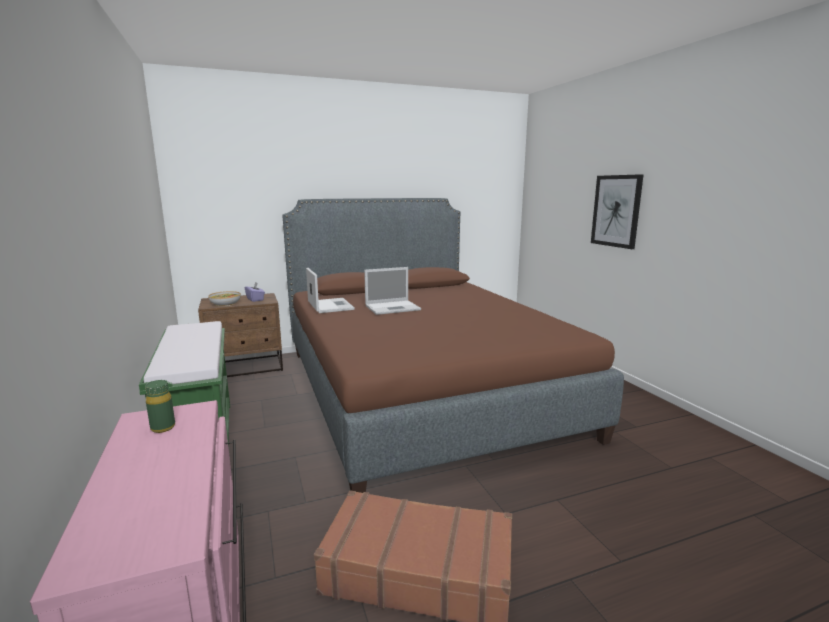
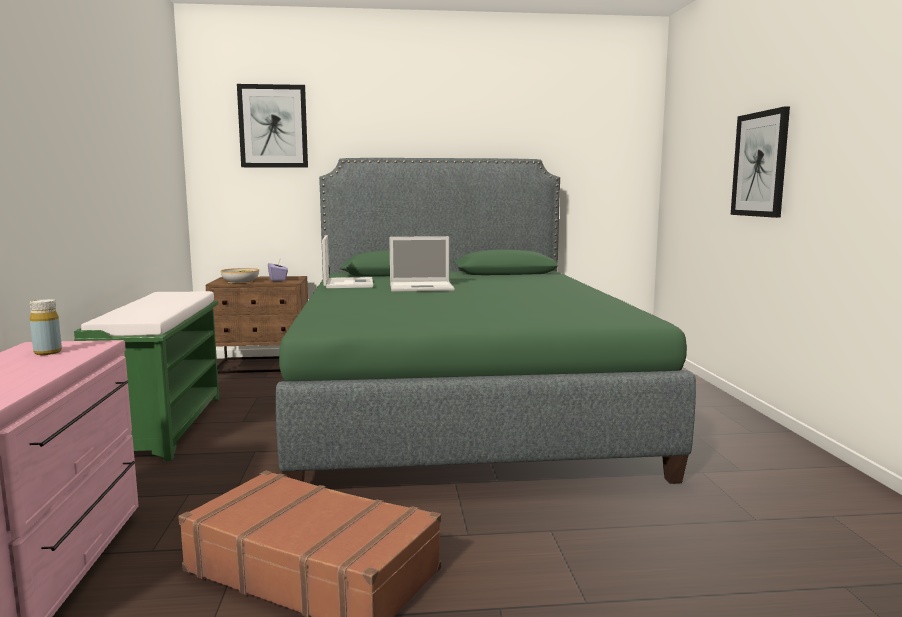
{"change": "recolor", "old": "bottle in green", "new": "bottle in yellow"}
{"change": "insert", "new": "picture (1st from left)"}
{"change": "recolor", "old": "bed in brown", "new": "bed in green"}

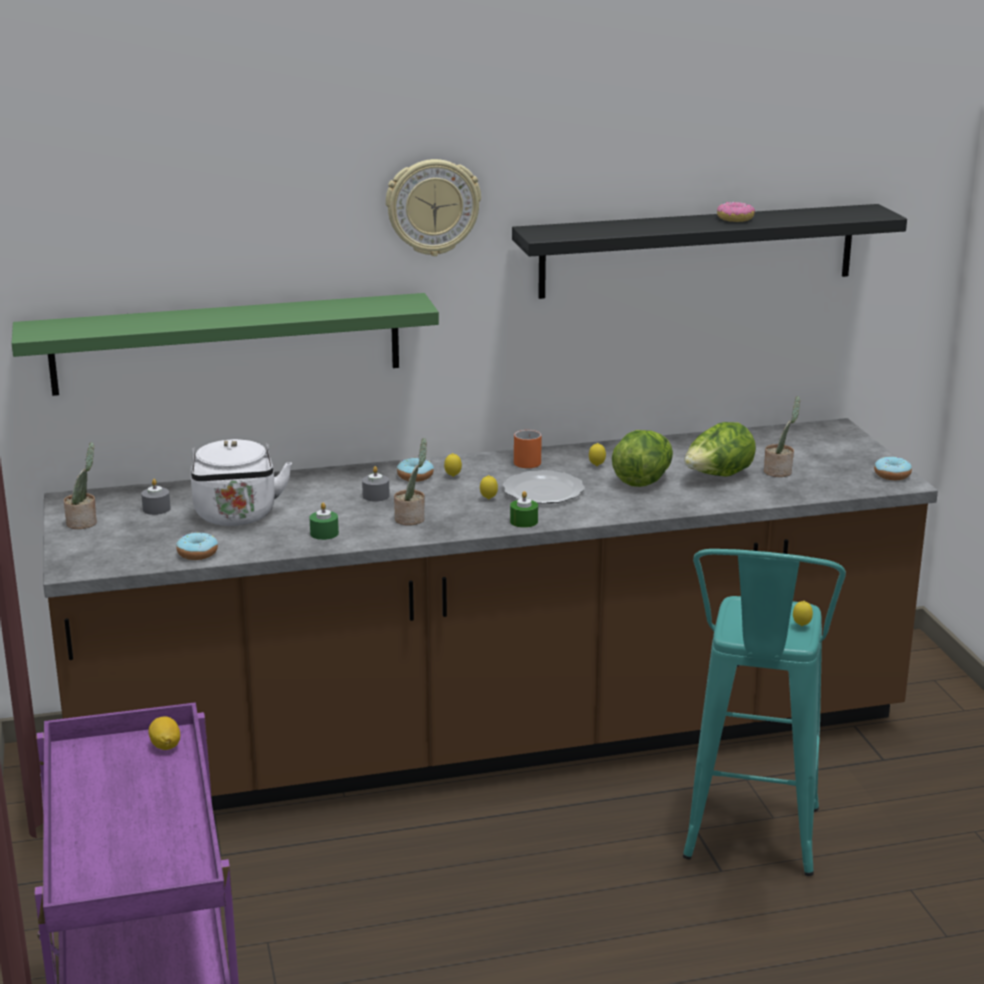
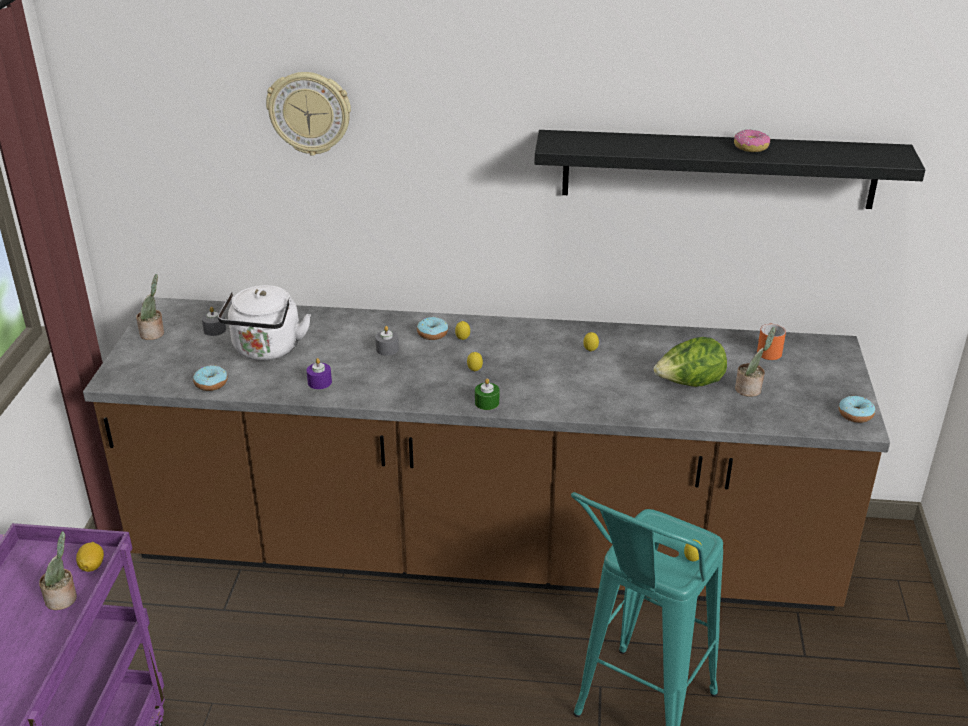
{"change": "move", "old": "potted plant (2nd from left in the first image)", "new": "potted plant (1st from left)"}
{"change": "move", "old": "wall clock"}
{"change": "recolor", "old": "candle in green (1st from left)", "new": "candle in purple"}
{"change": "move", "old": "mug in orange"}
{"change": "delete", "old": "shelf in green"}
{"change": "delete", "old": "plate"}
{"change": "delete", "old": "lettuce (1st from left)"}

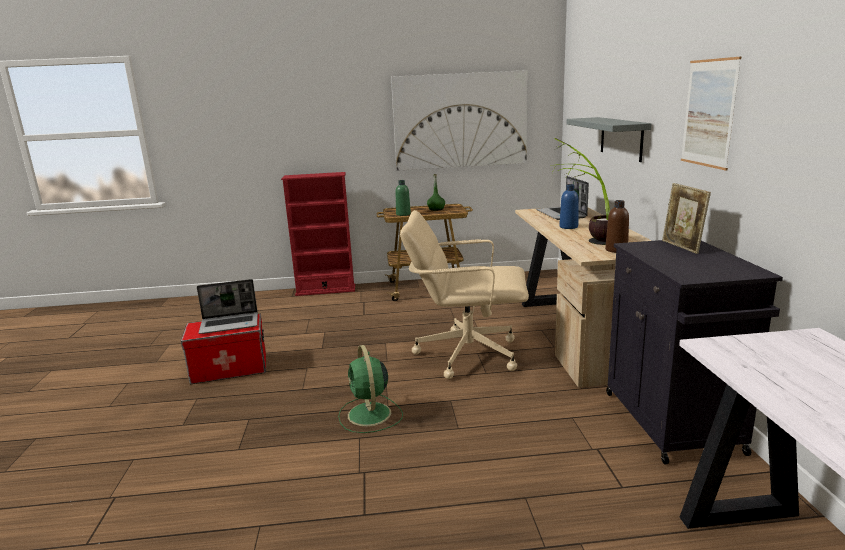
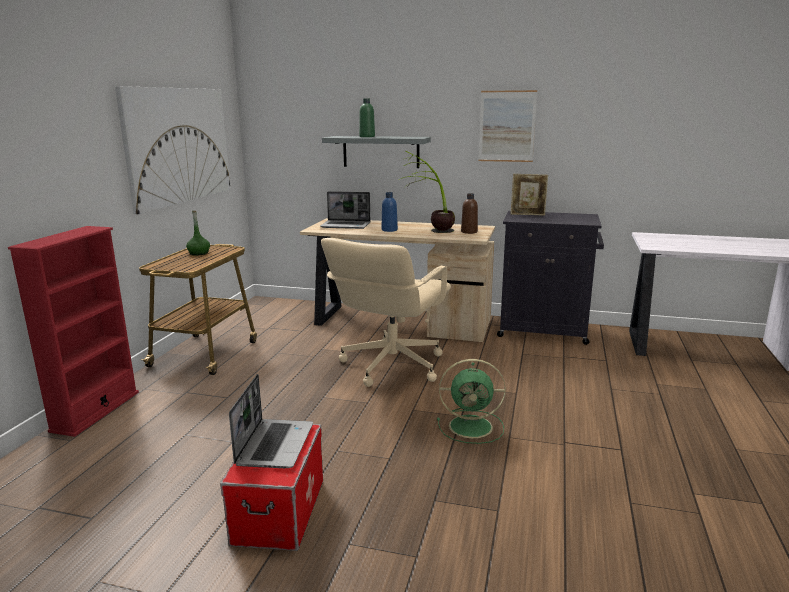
{"change": "move", "old": "bottle in green (1st from left in the first image)", "new": "bottle in green (2nd from left)"}

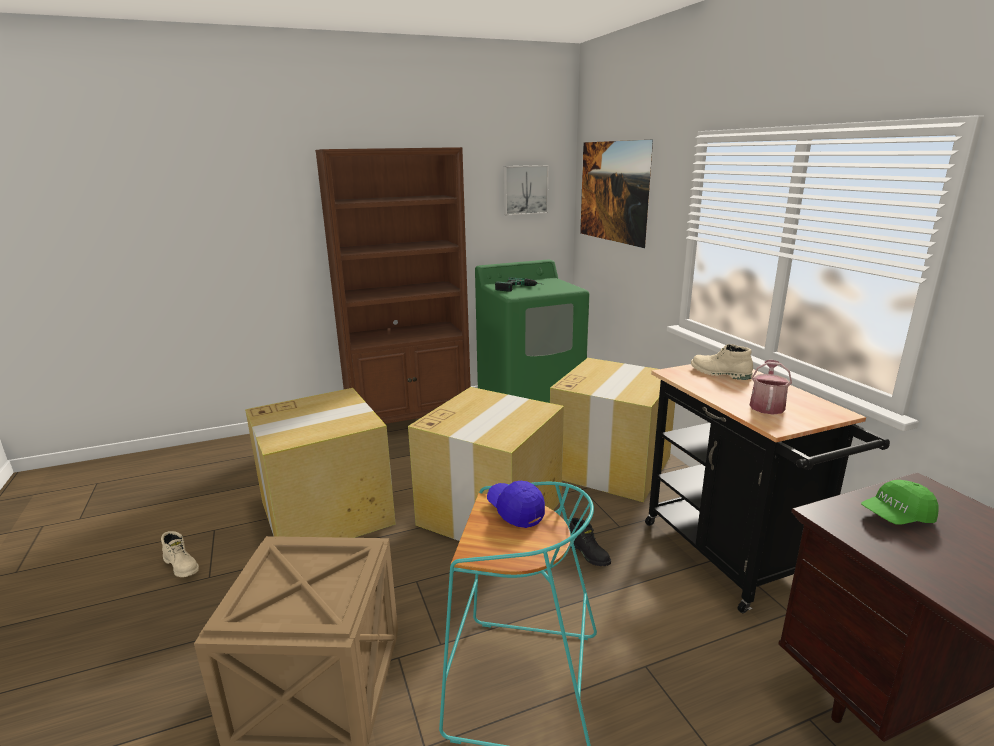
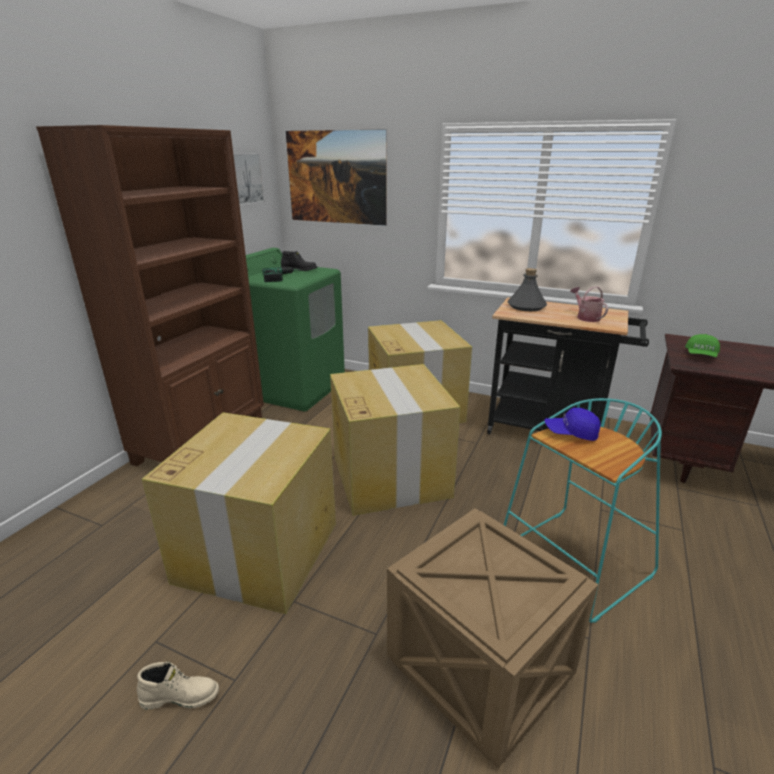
{"change": "move", "old": "boot in black"}
{"change": "replace", "old": "boot in beige (2nd from left)", "new": "bottle in grey"}

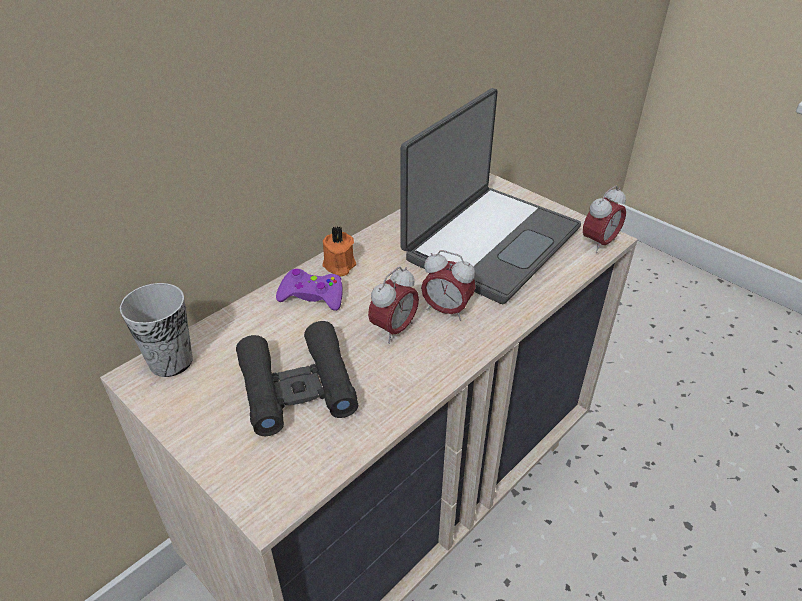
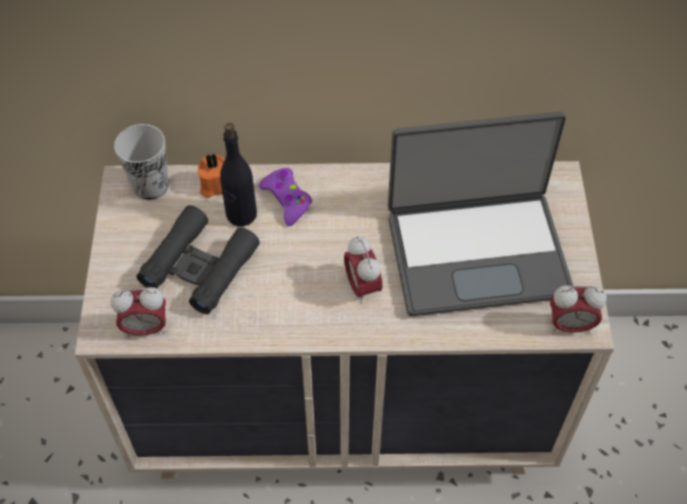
{"change": "move", "old": "alarm clock (1st from left)"}
{"change": "move", "old": "candle in orange"}
{"change": "insert", "new": "bottle in black"}

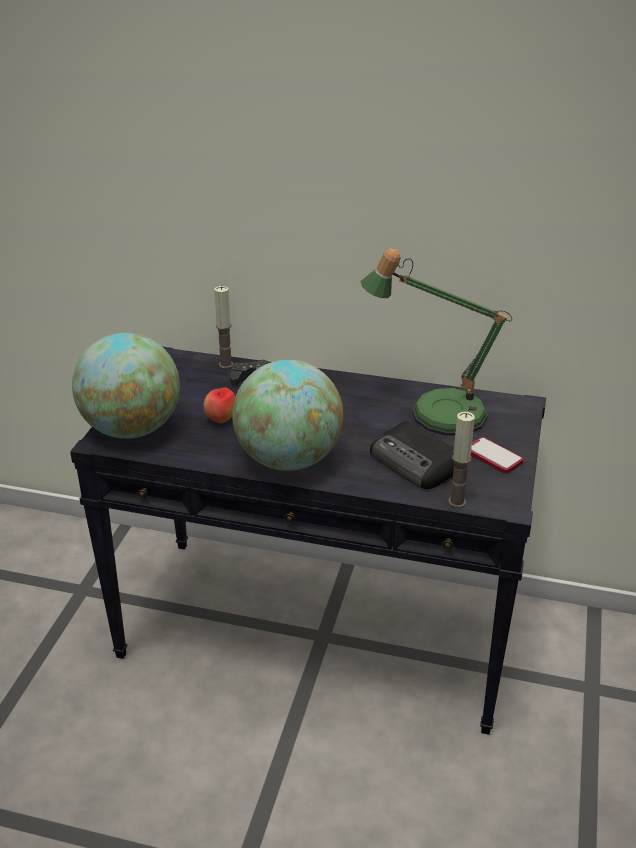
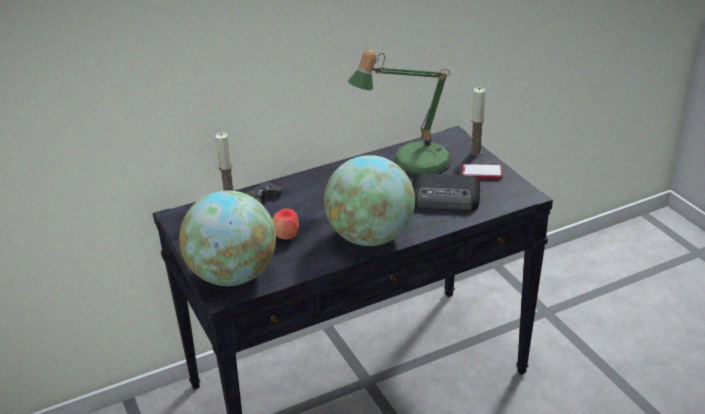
{"change": "move", "old": "candle (2nd from left)"}

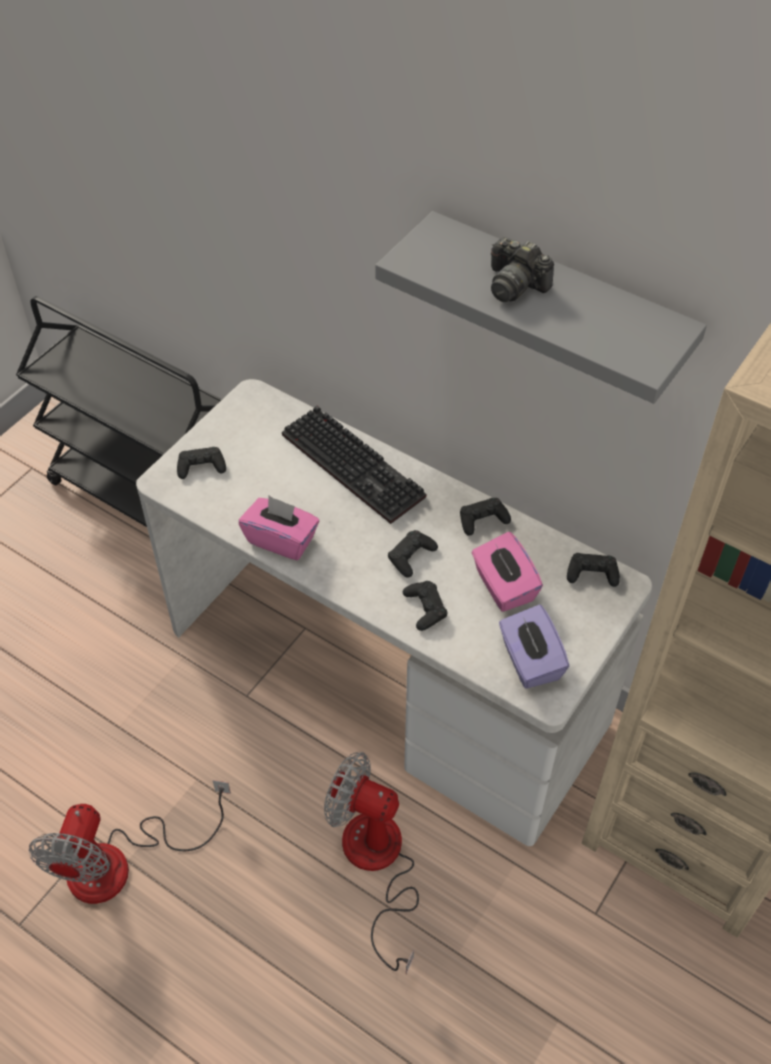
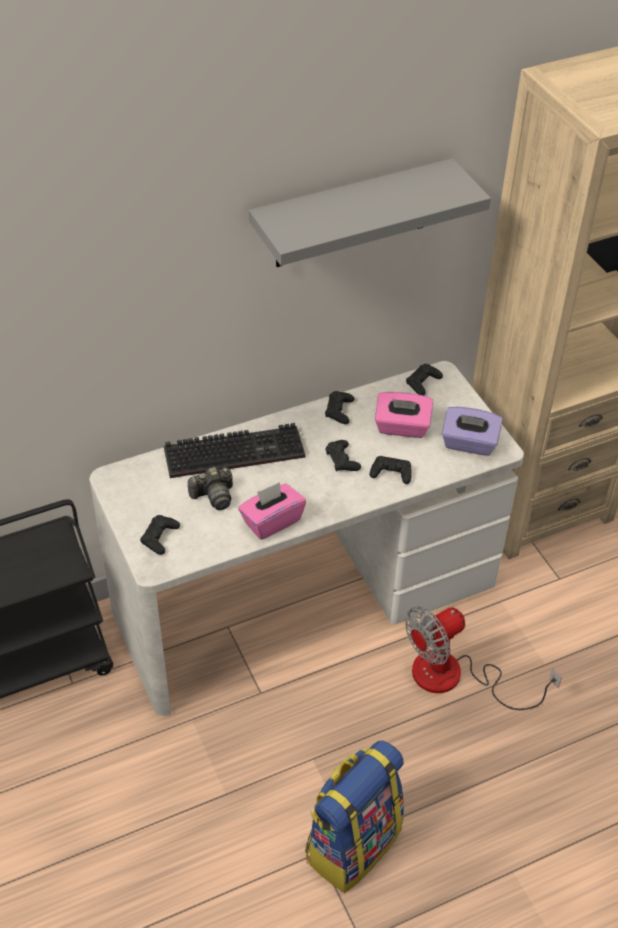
{"change": "move", "old": "photo camera"}
{"change": "replace", "old": "fan (1st from left)", "new": "backpack"}

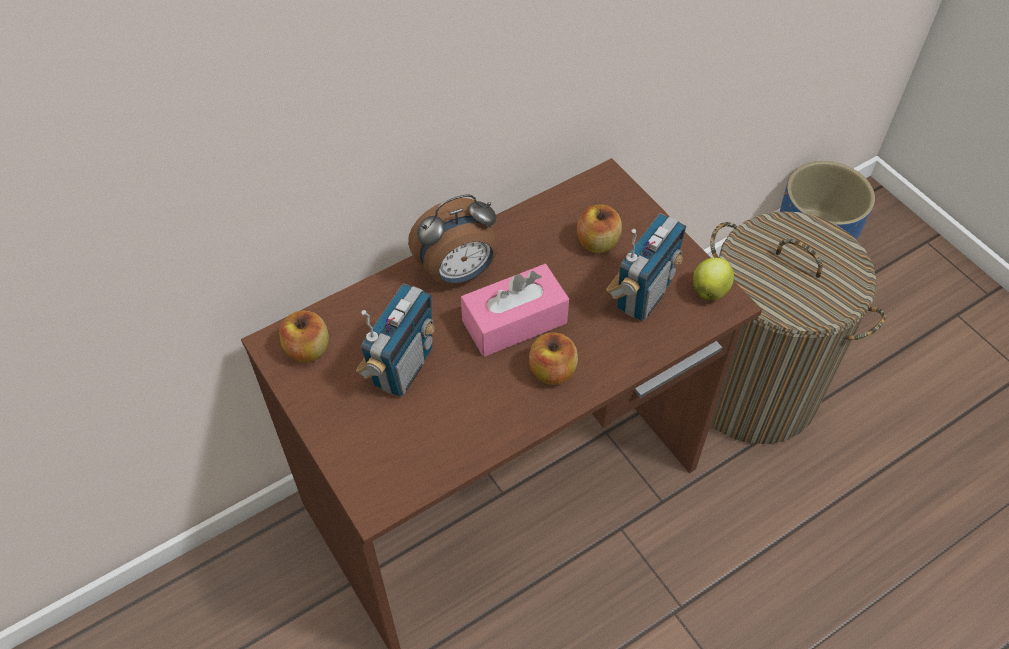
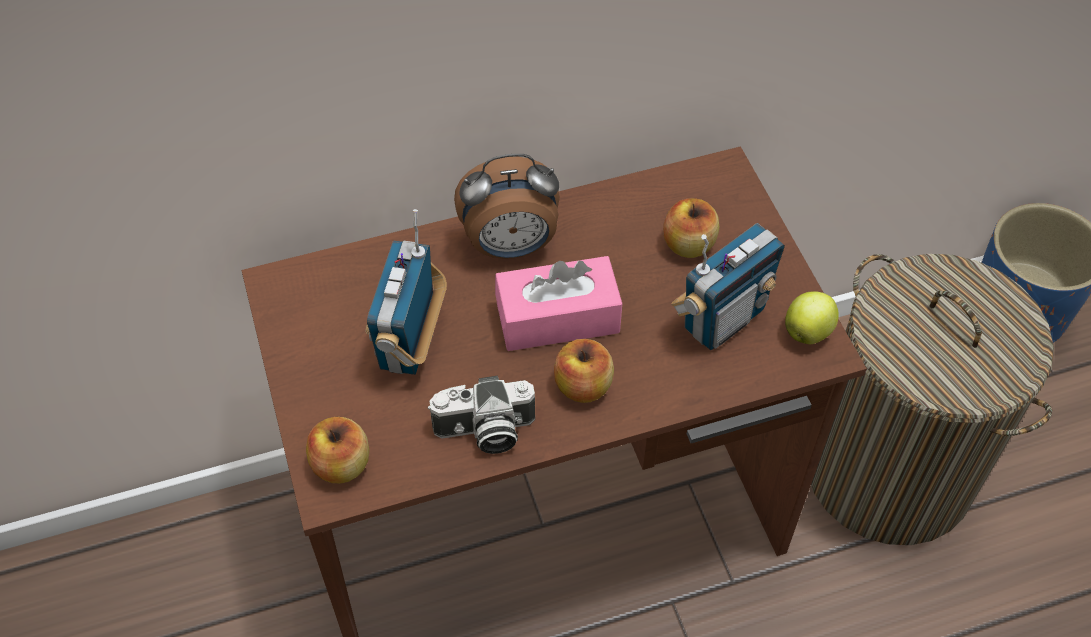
{"change": "move", "old": "apple (1st from left)"}
{"change": "rotate", "old": "radio (1st from left)", "degrees": 150}
{"change": "insert", "new": "photo camera"}

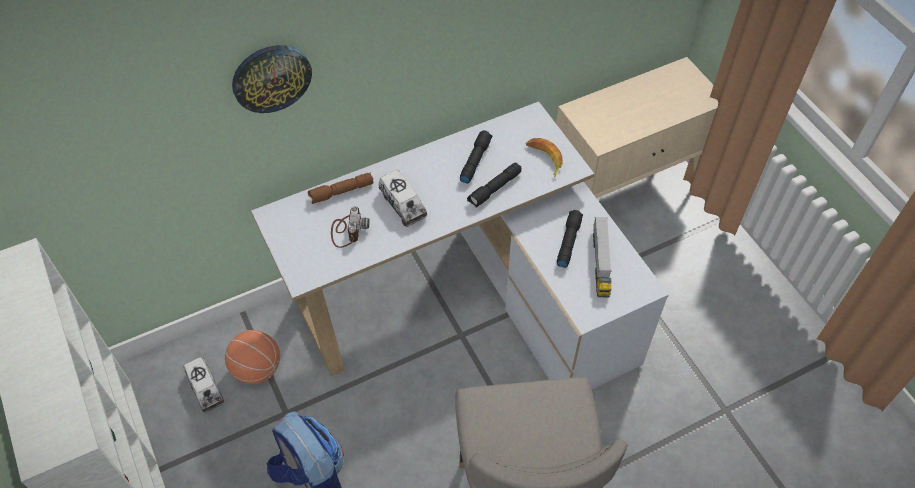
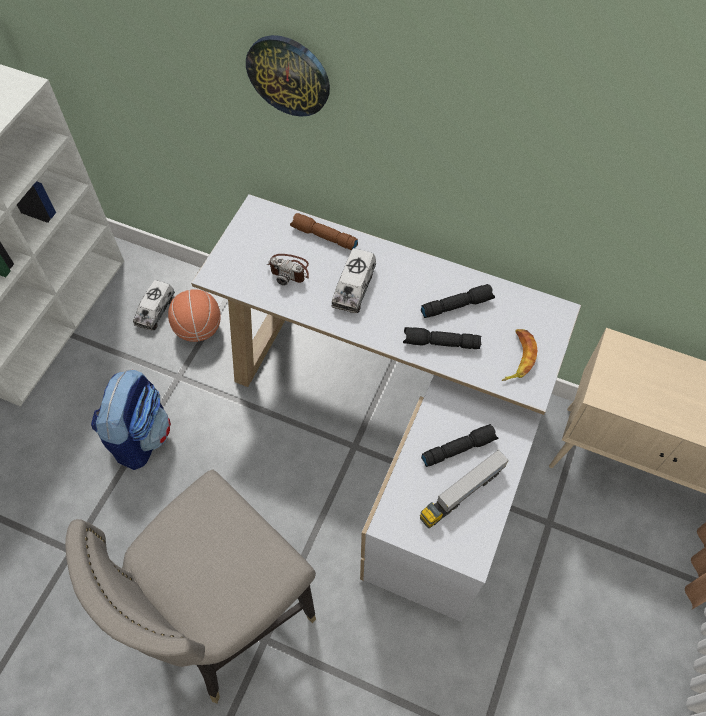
{"change": "rotate", "old": "photo camera", "degrees": 60}

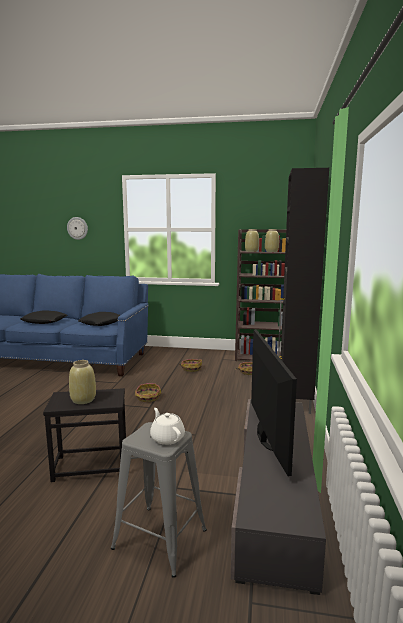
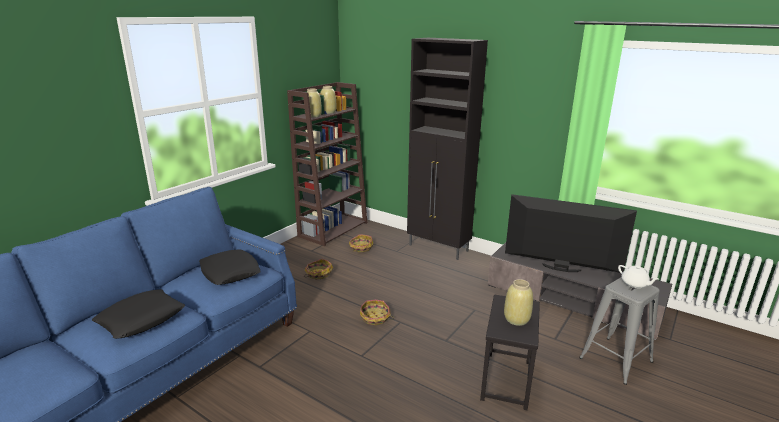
{"change": "rotate", "old": "teapot in white", "degrees": -120}
{"change": "delete", "old": "wall clock"}

